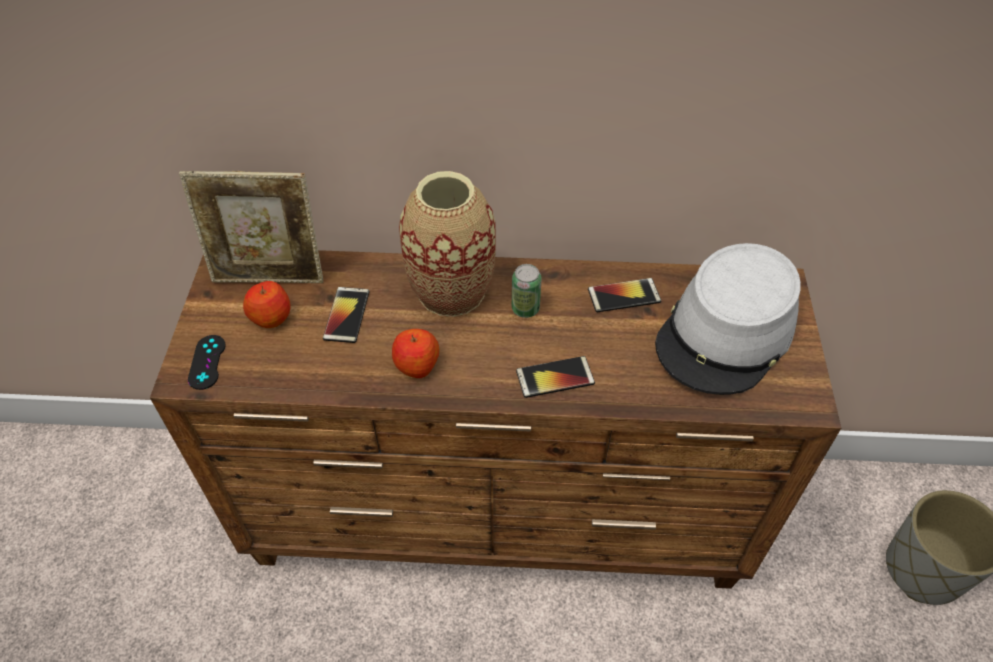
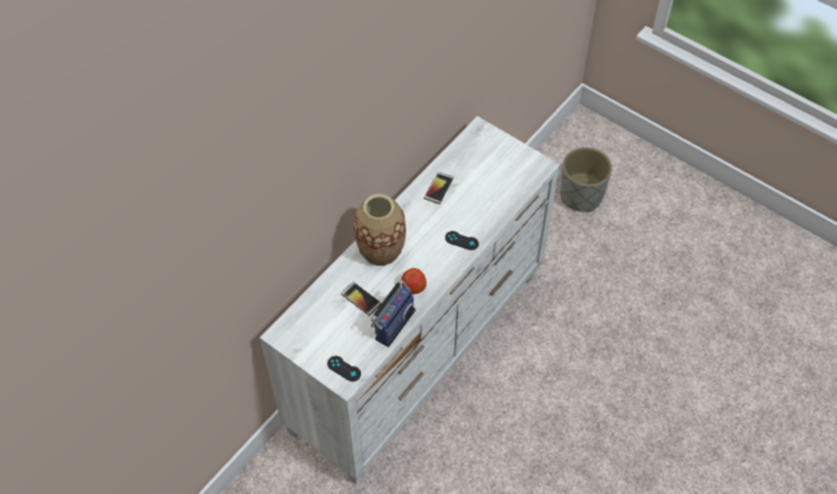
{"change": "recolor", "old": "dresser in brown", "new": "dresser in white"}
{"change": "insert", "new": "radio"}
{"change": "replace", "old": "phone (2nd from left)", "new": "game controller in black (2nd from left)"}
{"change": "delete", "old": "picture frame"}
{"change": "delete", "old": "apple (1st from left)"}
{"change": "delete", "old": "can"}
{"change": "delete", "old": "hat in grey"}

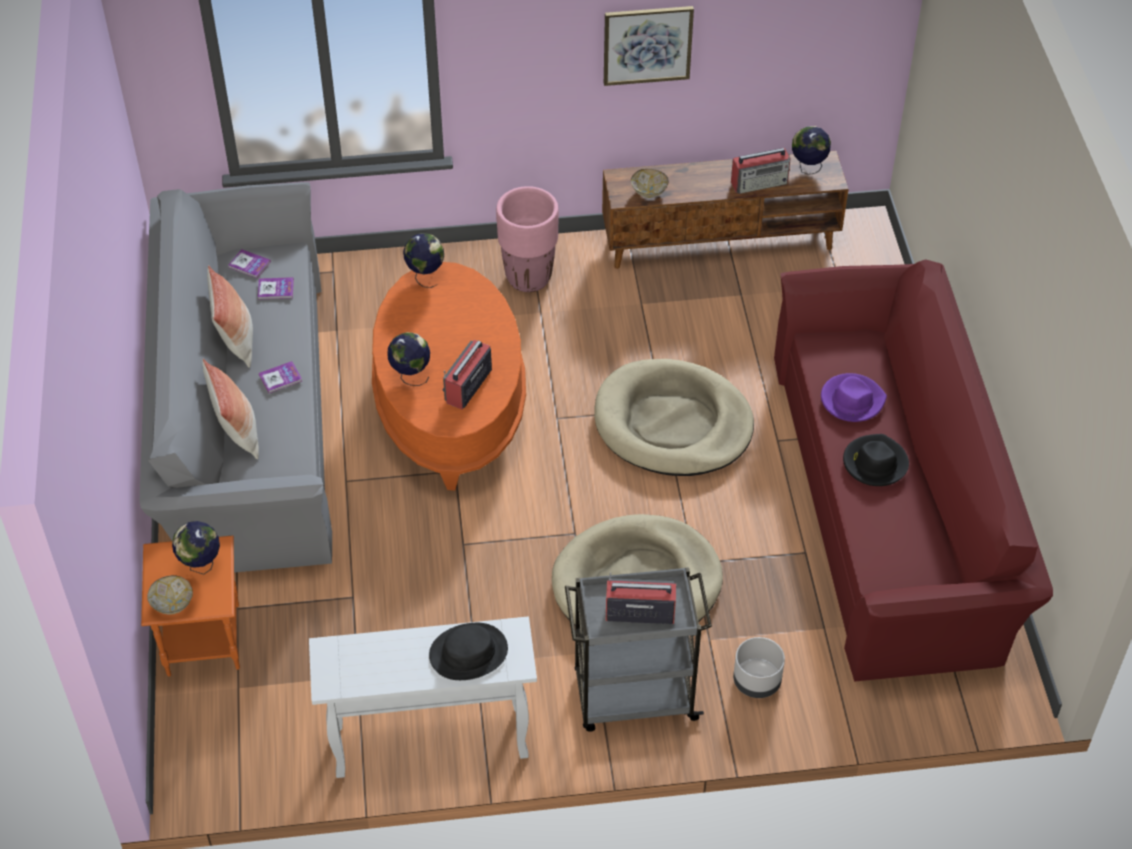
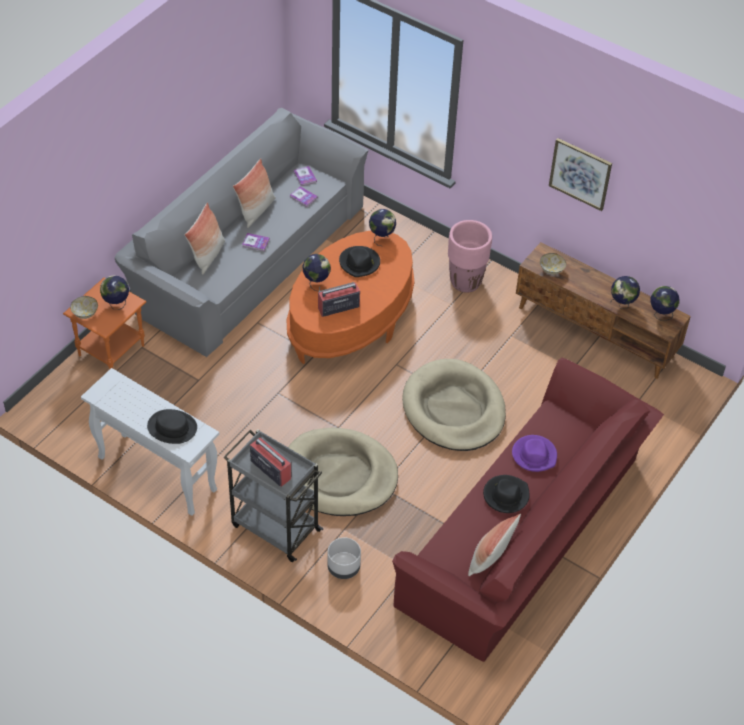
{"change": "insert", "new": "hat in black (2nd from left)"}
{"change": "insert", "new": "pillow (3rd from left)"}
{"change": "replace", "old": "radio (3rd from left)", "new": "globe (4th from left)"}

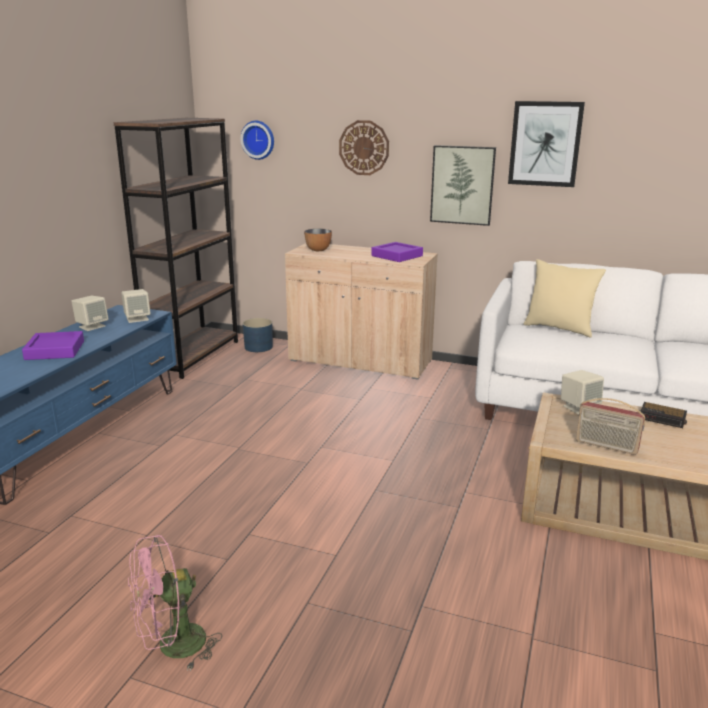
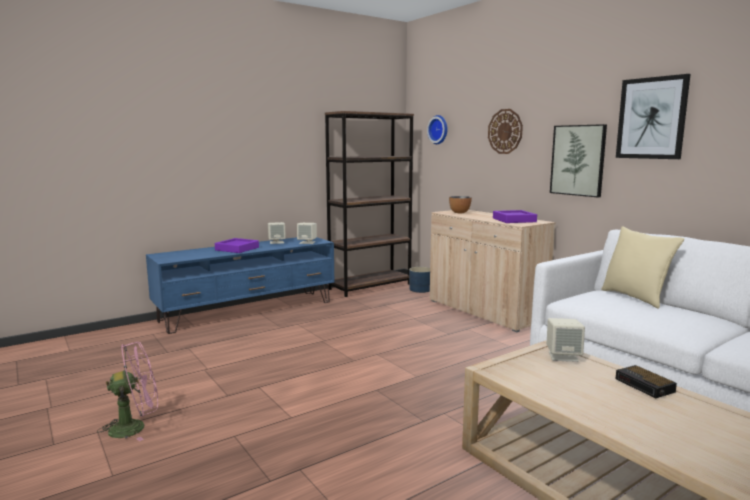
{"change": "rotate", "old": "fan in pink", "degrees": 150}
{"change": "delete", "old": "radio"}

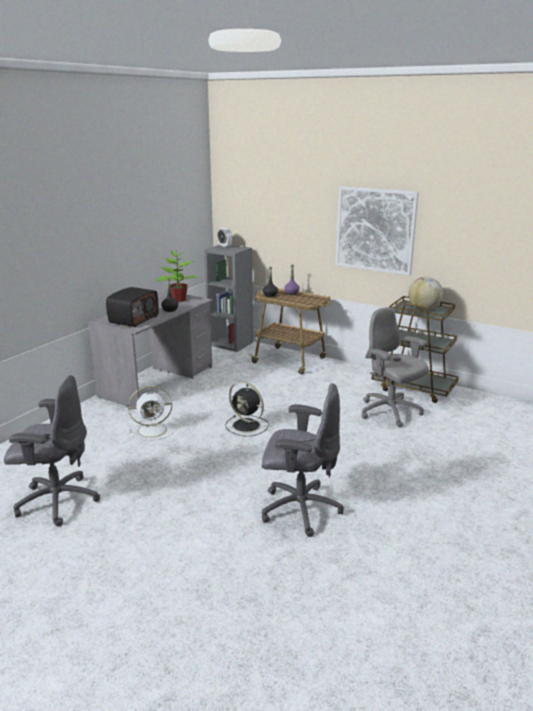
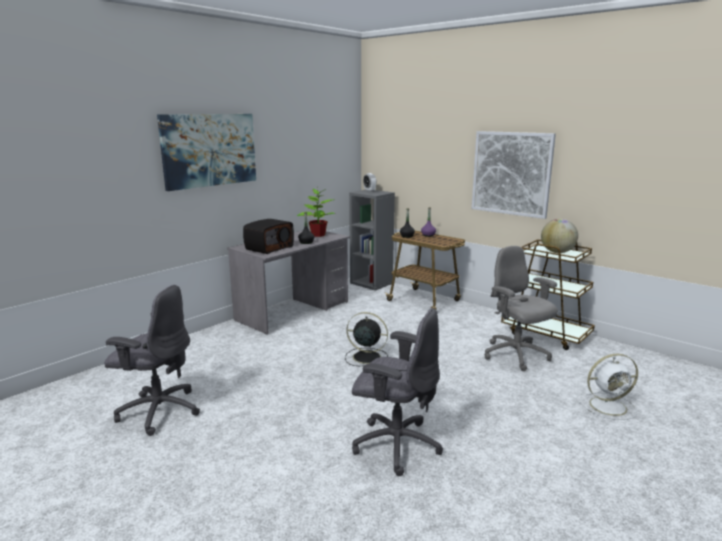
{"change": "insert", "new": "picture (1st from left)"}
{"change": "rotate", "old": "fan in black", "degrees": 150}
{"change": "move", "old": "fan in white"}

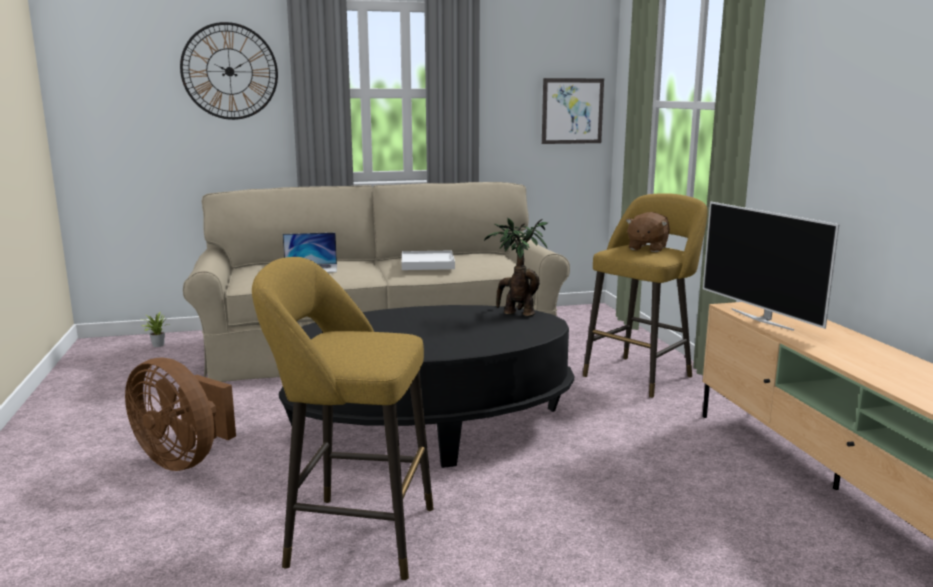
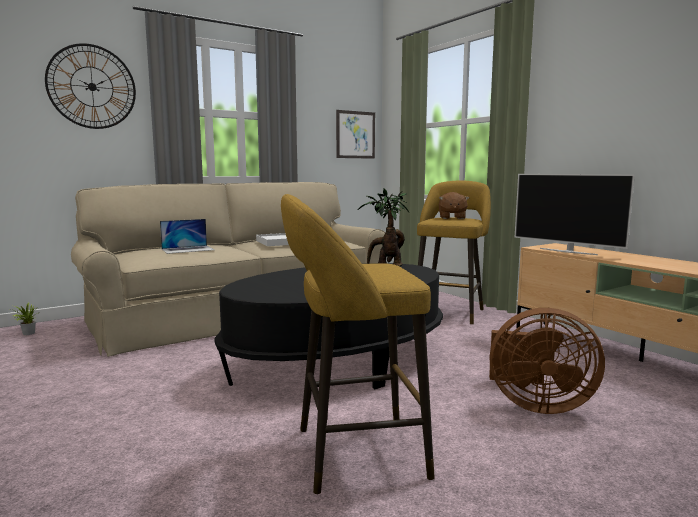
{"change": "move", "old": "fan in brown"}

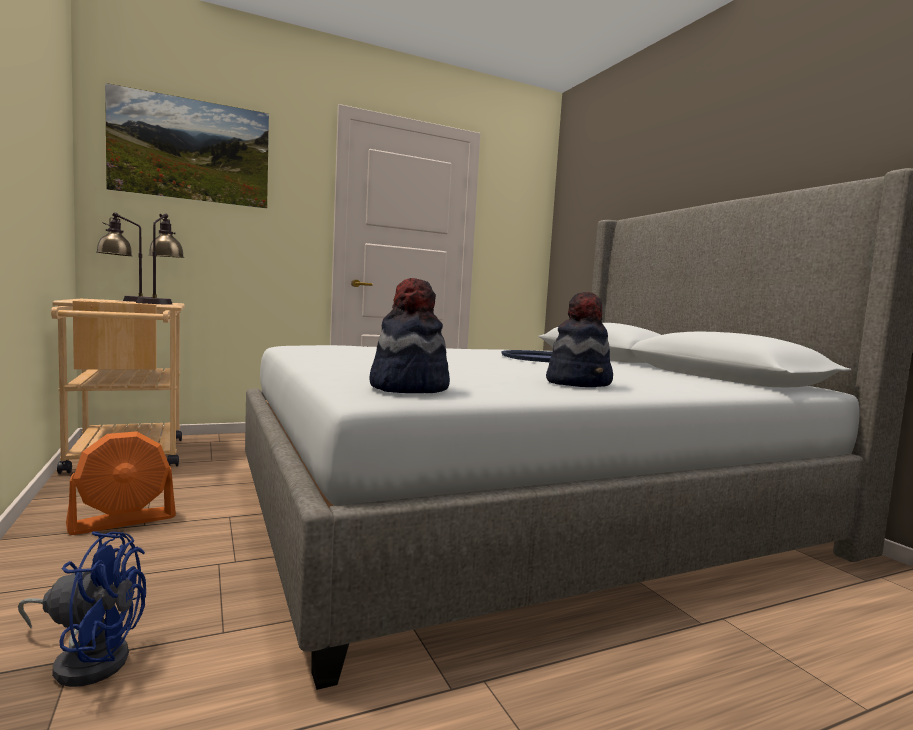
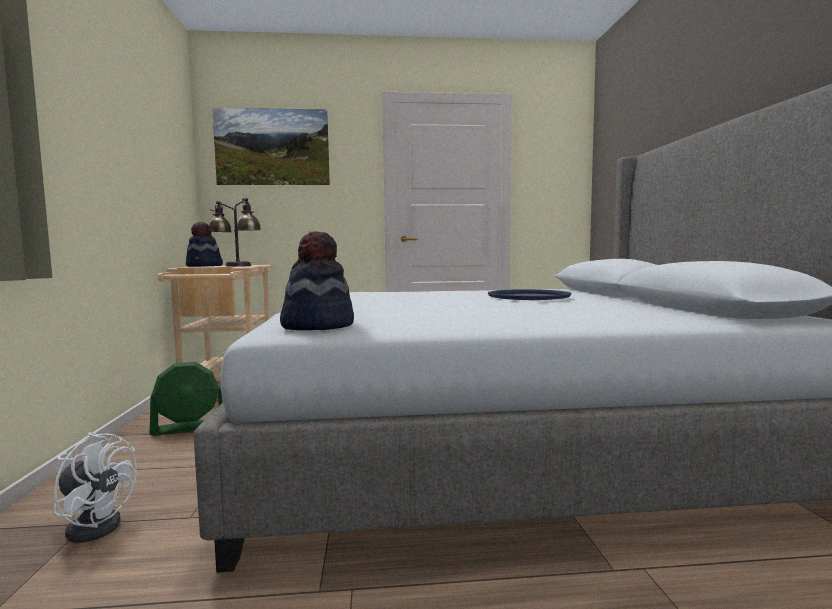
{"change": "recolor", "old": "fan in blue", "new": "fan in white"}
{"change": "recolor", "old": "fan in orange", "new": "fan in green"}
{"change": "move", "old": "hat (2nd from left in the first image)", "new": "hat (1st from left)"}

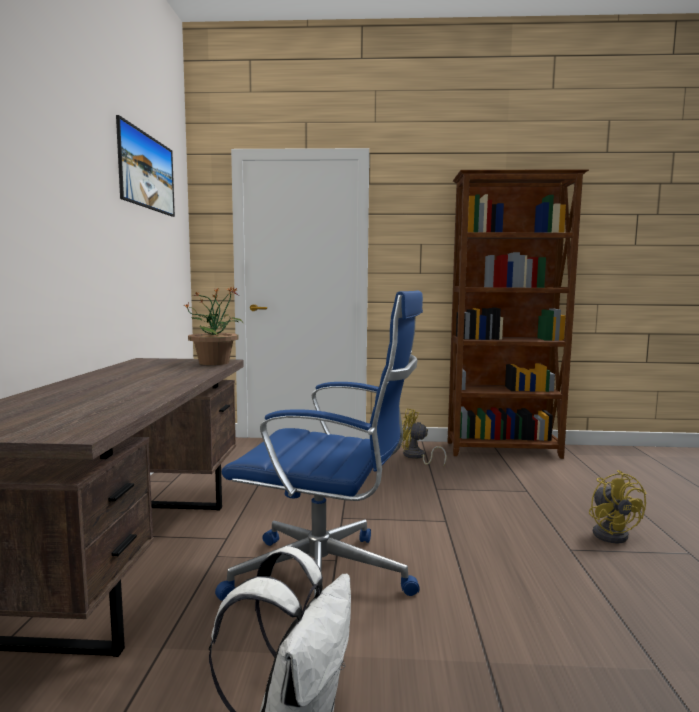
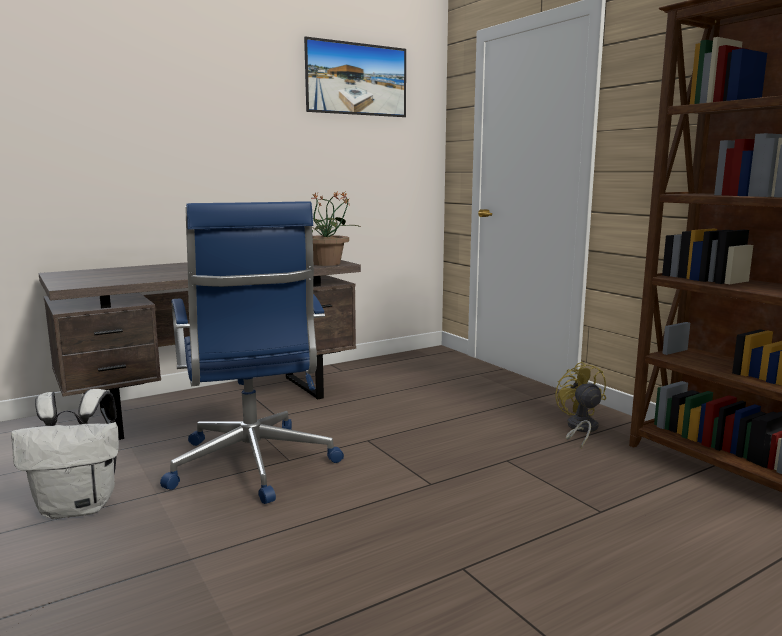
{"change": "delete", "old": "fan in yellow (2nd from left)"}

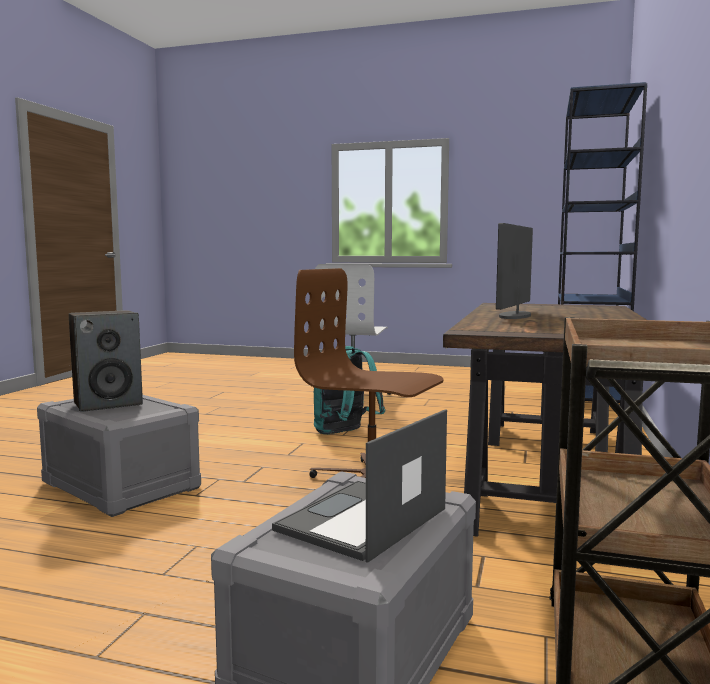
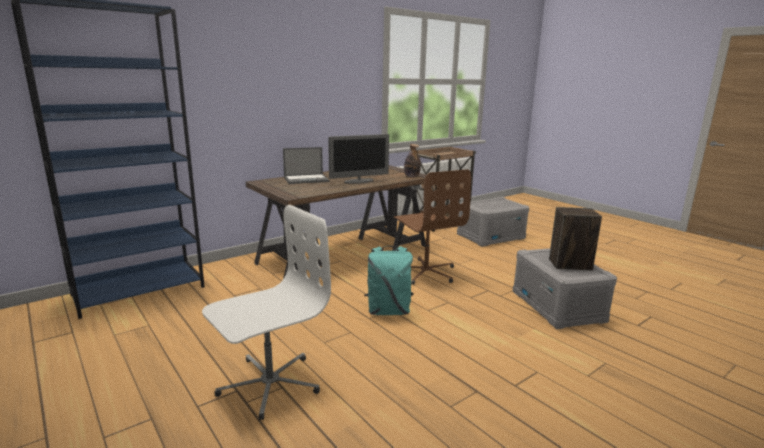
{"change": "move", "old": "laptop"}
{"change": "insert", "new": "bottle"}

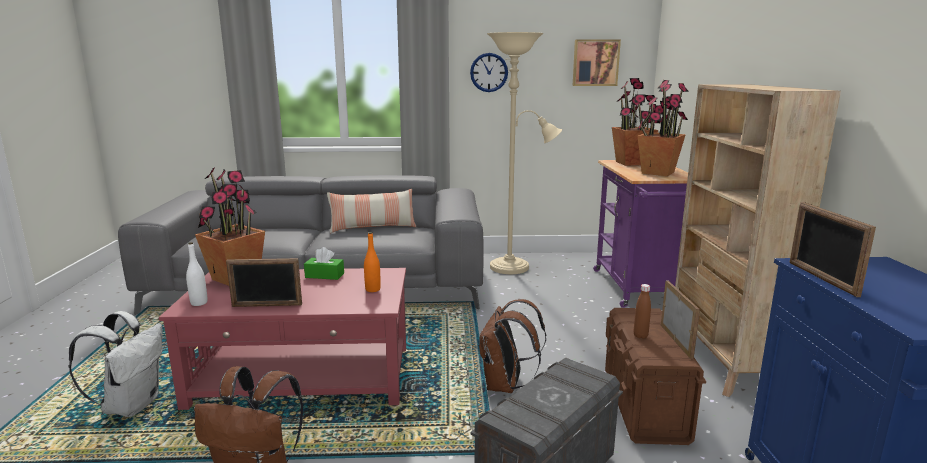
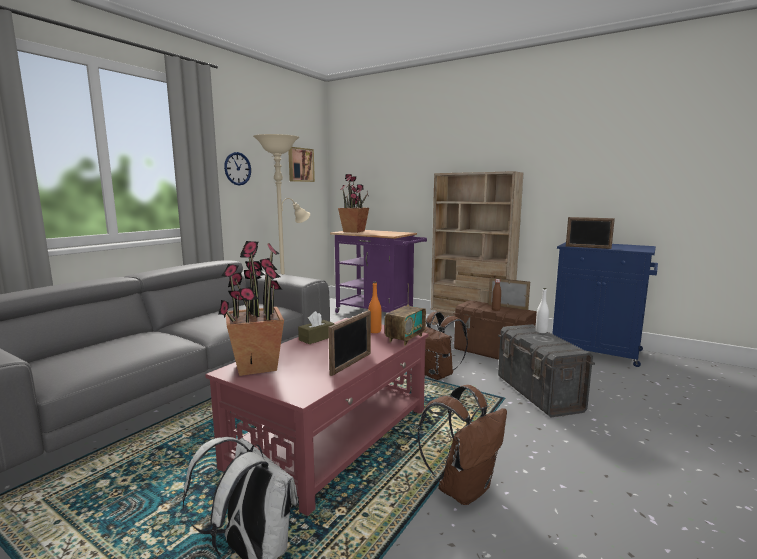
{"change": "recolor", "old": "tissue box in green", "new": "tissue box in brown"}
{"change": "insert", "new": "radio"}
{"change": "move", "old": "bottle in white"}
{"change": "delete", "old": "pillow"}
{"change": "delete", "old": "potted plant (3rd from left)"}

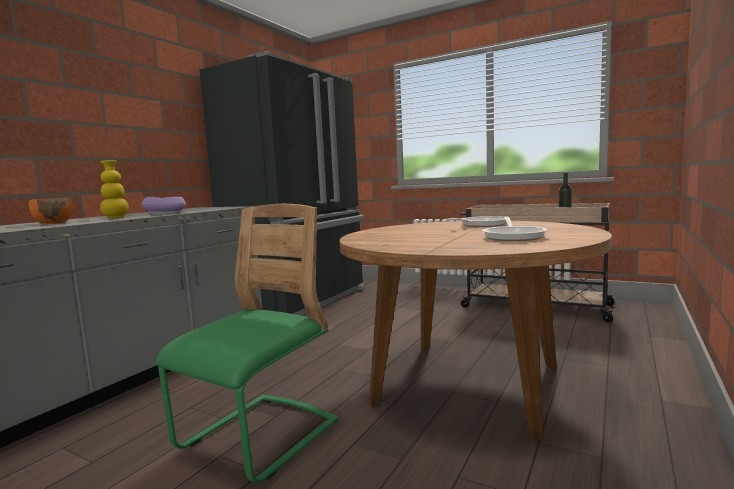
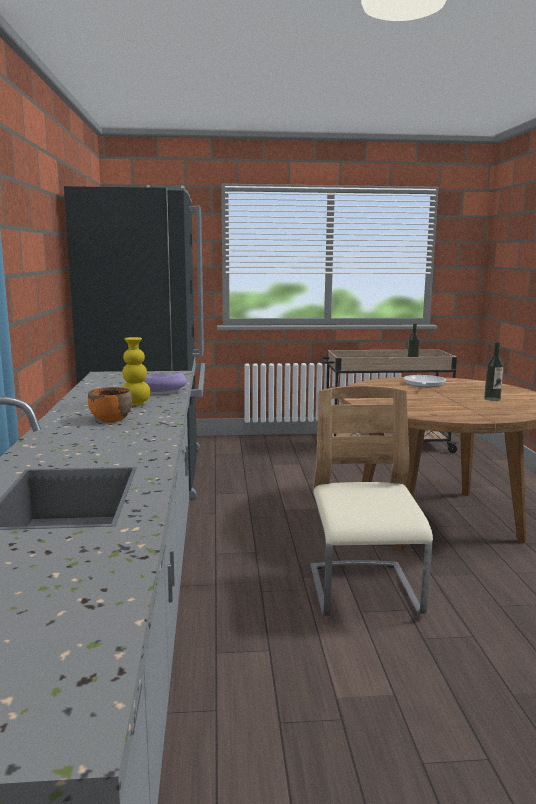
{"change": "recolor", "old": "chair in green", "new": "chair in beige"}
{"change": "replace", "old": "frying pan (2nd from left)", "new": "bottle (2nd from left)"}

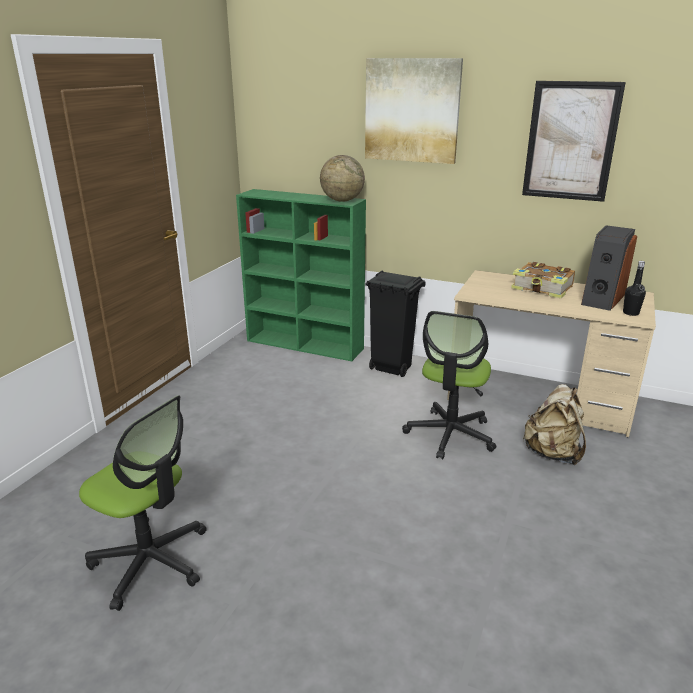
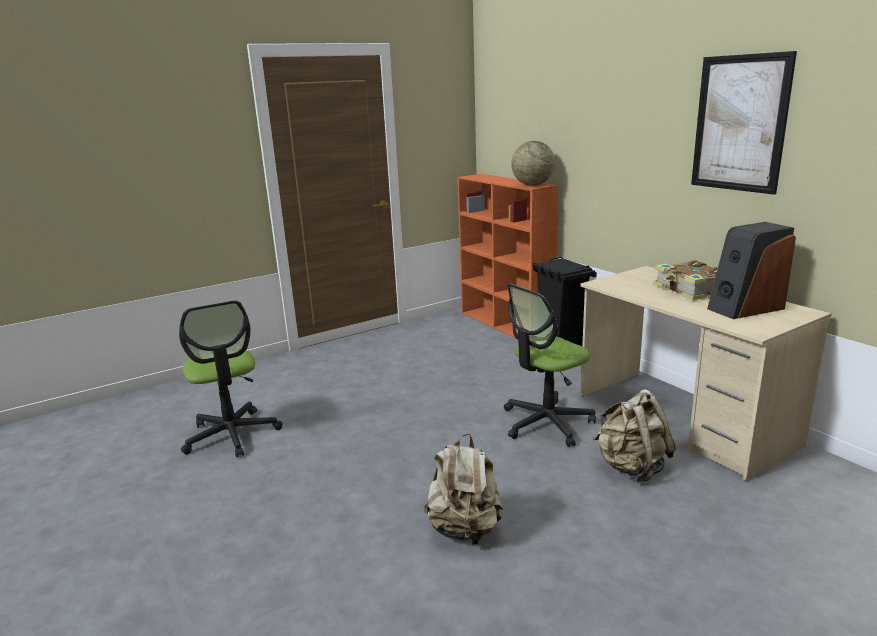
{"change": "insert", "new": "backpack in beige (1st from left)"}
{"change": "recolor", "old": "bookcase in green", "new": "bookcase in orange"}
{"change": "delete", "old": "picture (1st from left)"}
{"change": "delete", "old": "bottle in black"}

